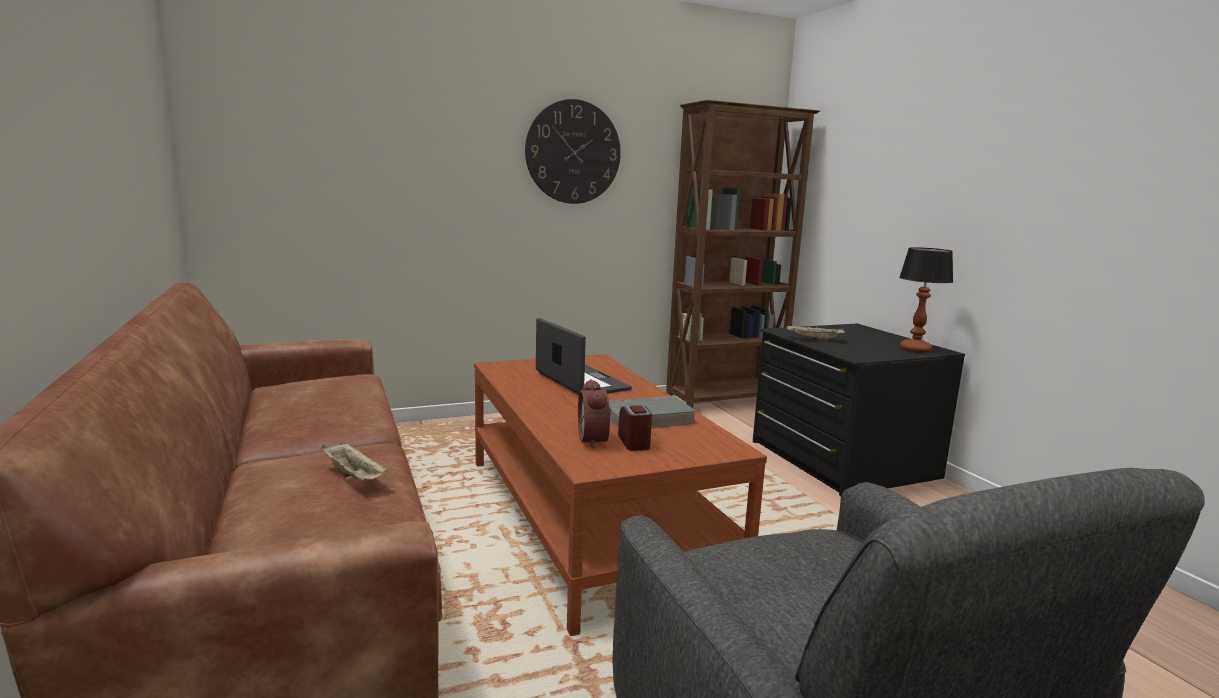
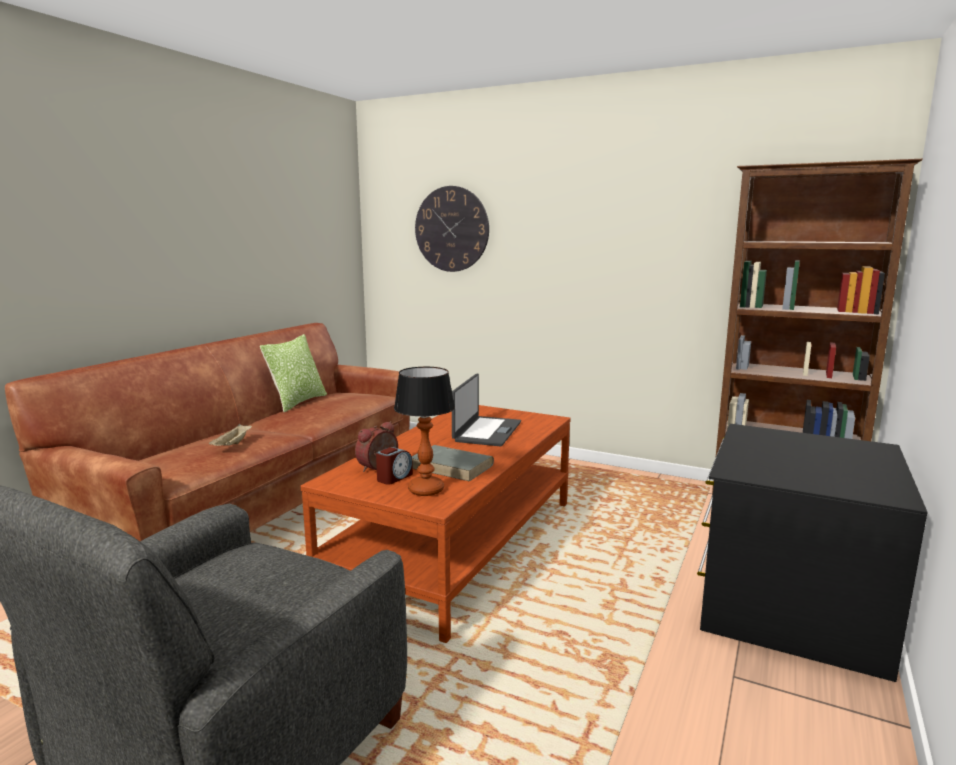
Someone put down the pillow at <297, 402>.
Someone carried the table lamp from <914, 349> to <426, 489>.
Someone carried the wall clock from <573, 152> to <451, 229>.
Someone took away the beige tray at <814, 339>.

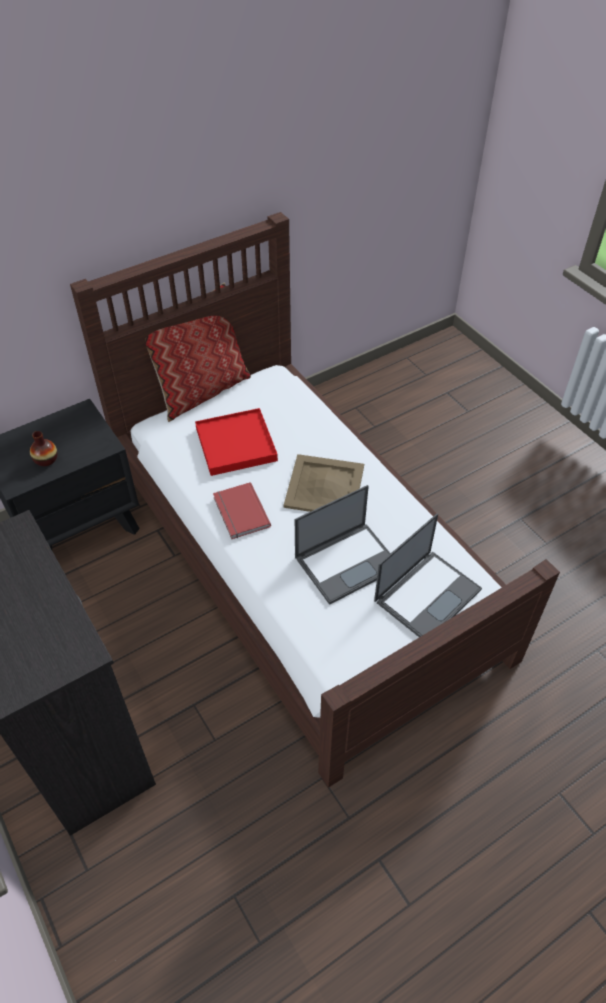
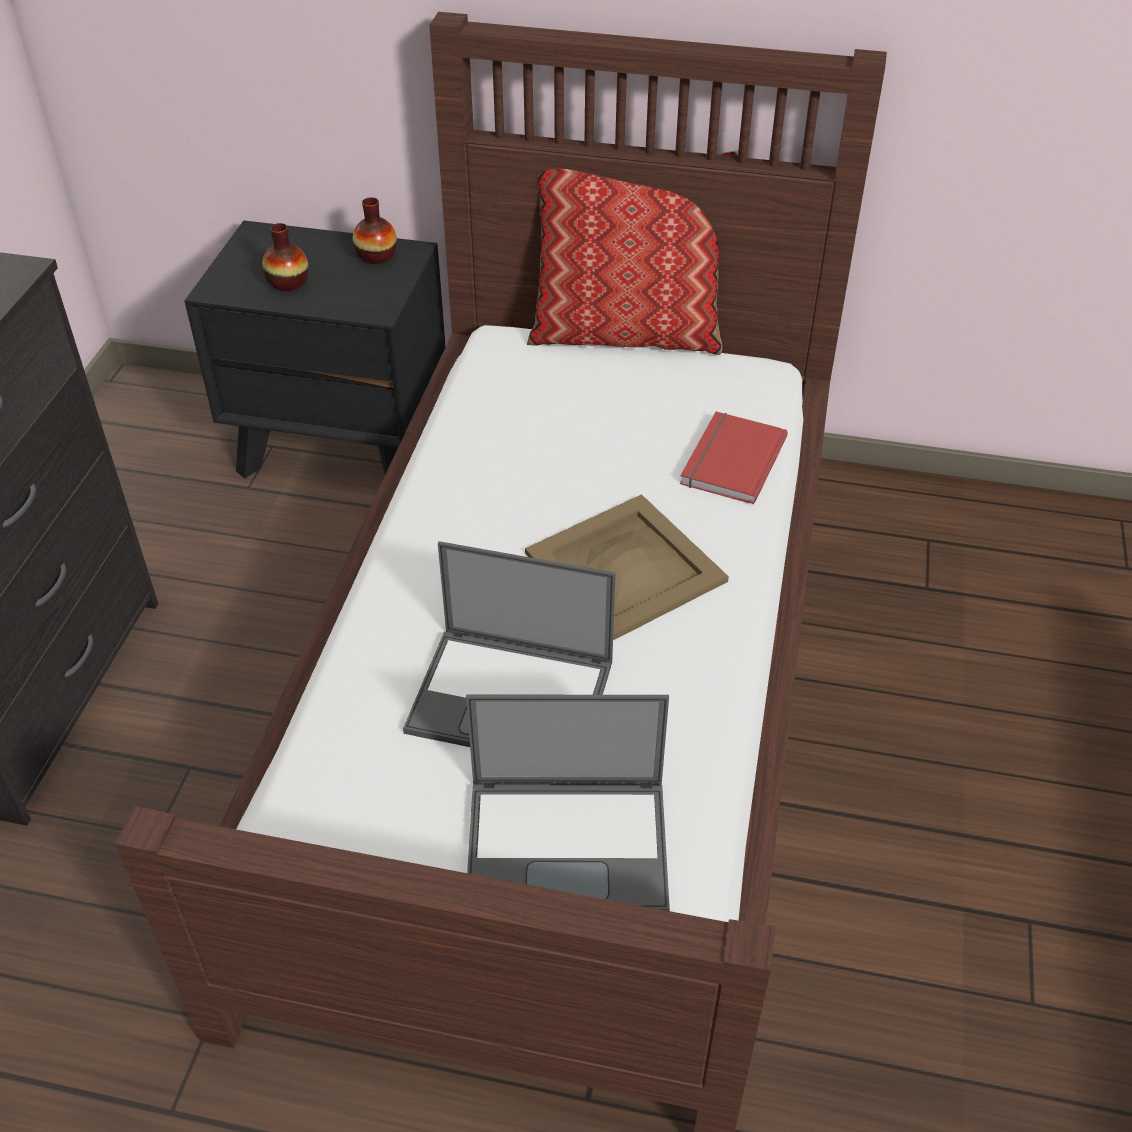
Someone put down the vase at <376, 256>.
Someone carried the red book from <239, 513> to <730, 460>.
Someone took away the red tray at <236, 444>.

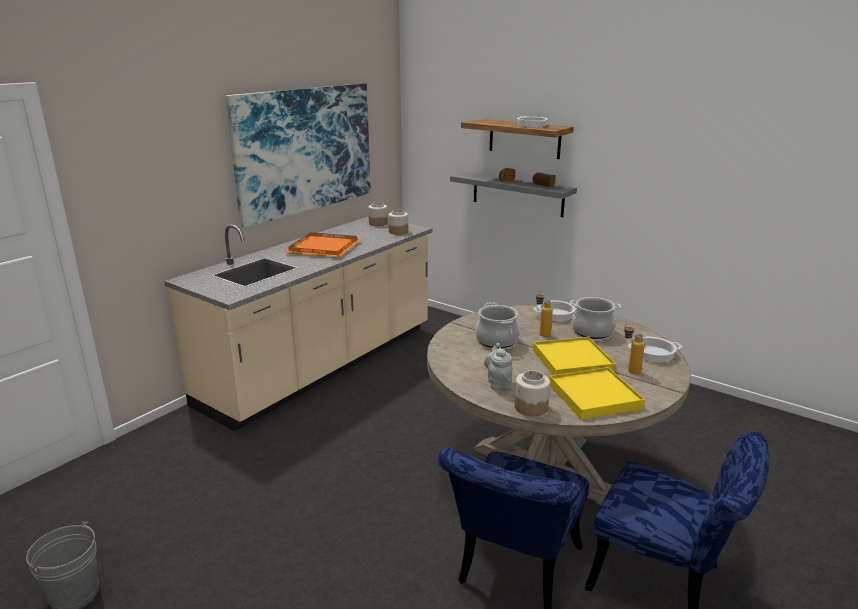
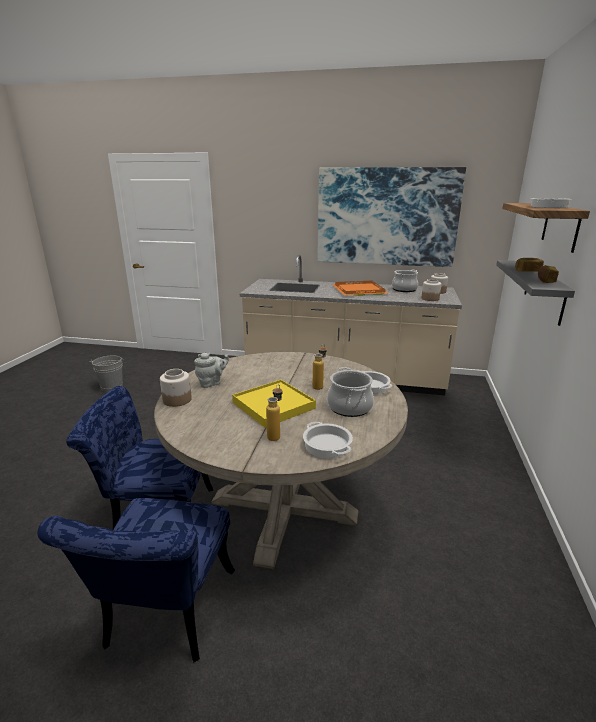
Someone carried the cooking pot from <496, 340> to <404, 289>.
Someone took away the yellow tray at <594, 396>.

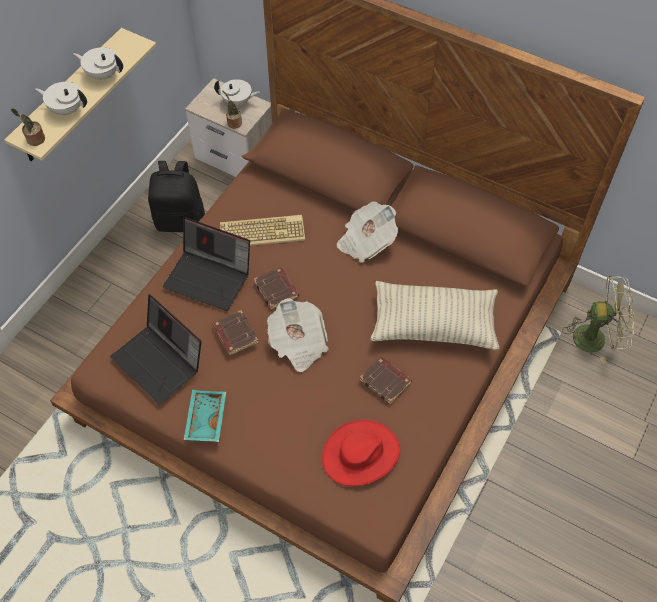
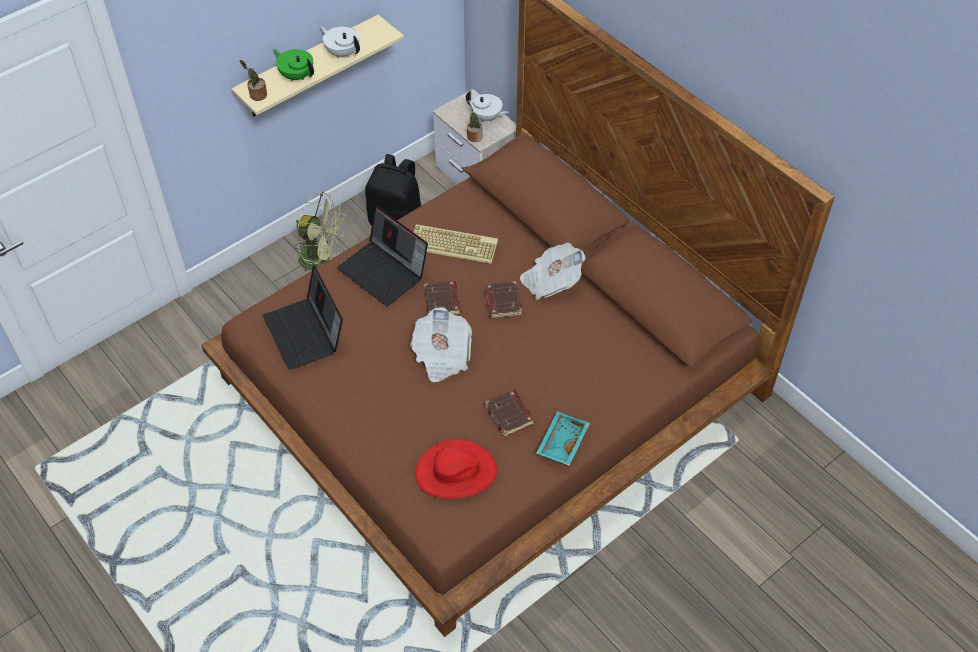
Someone repainted the white teapot at <66, 109>, which became the green teapot at <296, 75>.
Someone carried the green fan from <596, 337> to <321, 260>.
Someone carried the brown book from <234, 335> to <502, 302>.
Someone carried the turquoise tray from <205, 419> to <561, 442>.
Someone took away the pillow at <433, 324>.

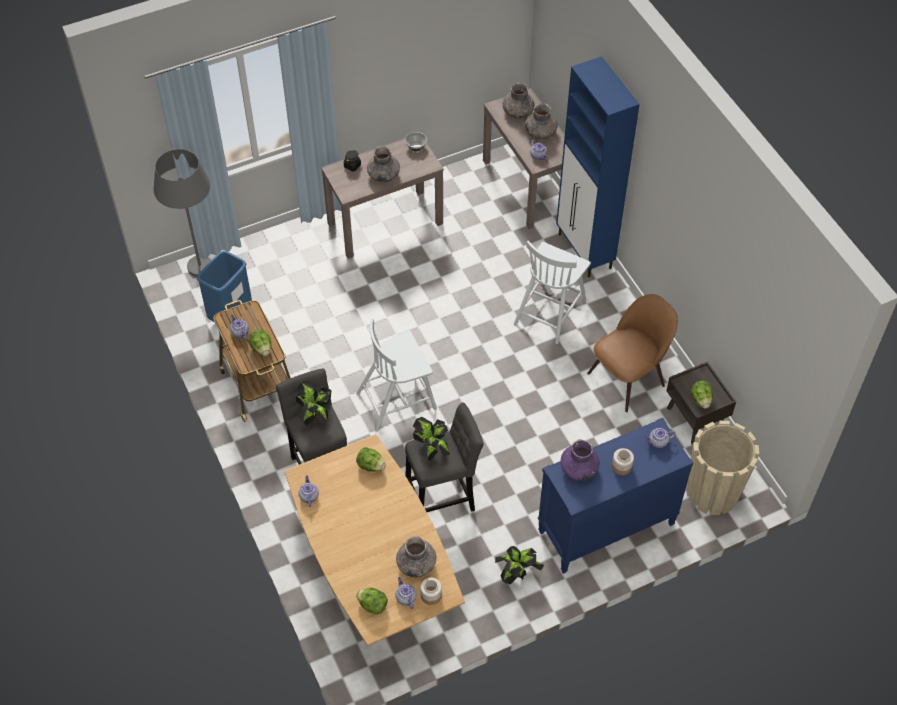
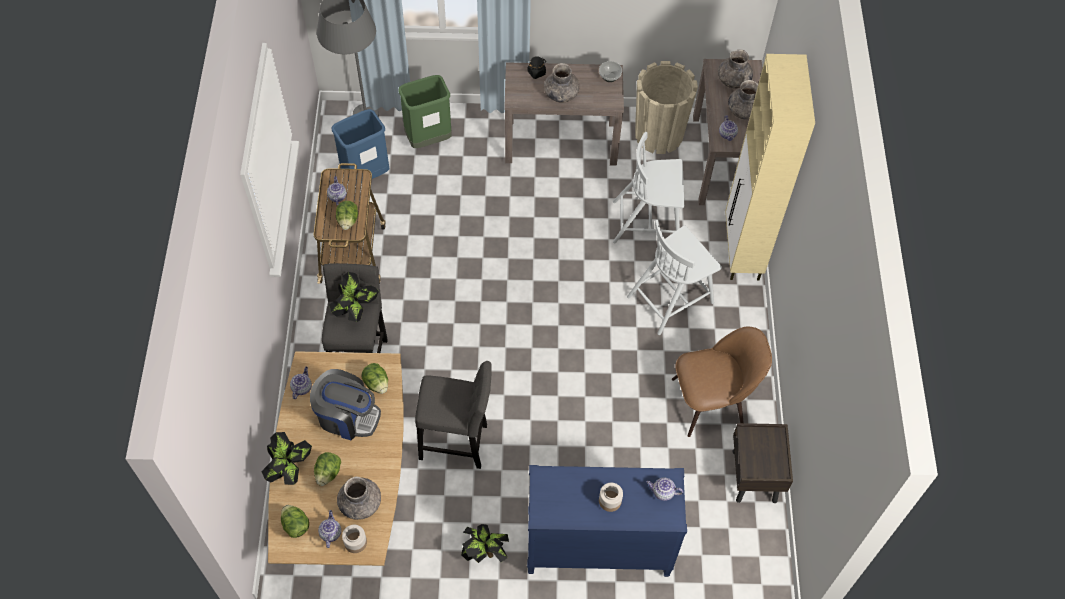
Someone carried the potted plant from <432, 450> to <290, 469>.
Someone put down the coffee machine at <347, 416>.
Someone carried the lettuce from <701, 400> to <328, 473>.
Someone put down the green trash can at <428, 139>.
Someone carried the white chair from <397, 400> to <648, 223>.
Someone carried the beige planter from <712, 492> to <658, 135>.
Someone repainted the blue cabinet at <585, 252>, which became the beige cabinet at <742, 251>.
Someone took away the purple vase at <578, 468>.

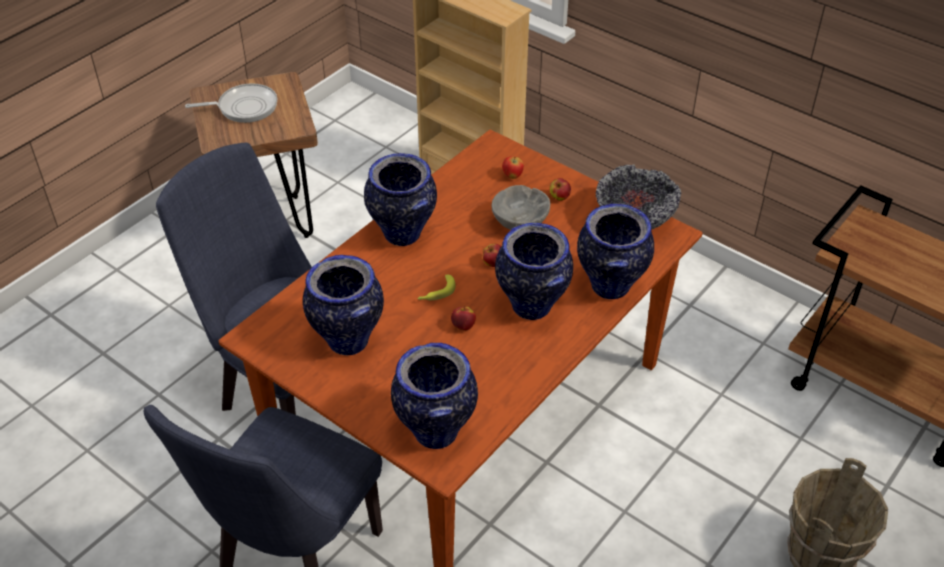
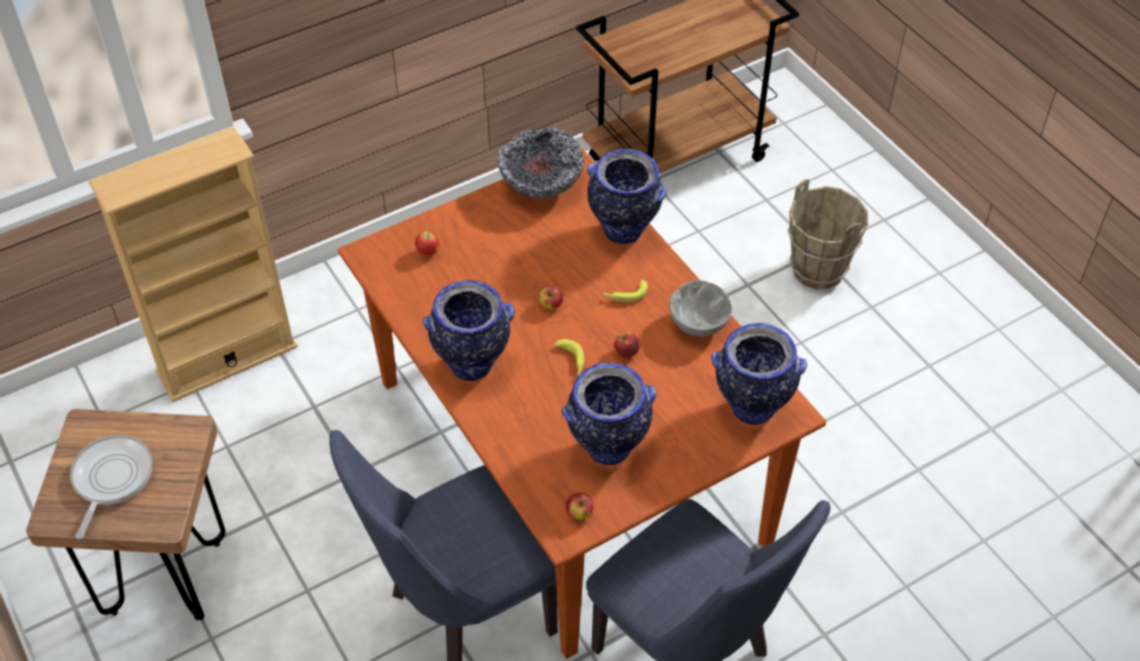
Someone carried the apple from <559, 197> to <579, 513>.
Someone swapped the vase at <532, 307> for the banana at <624, 294>.
Someone carried the grey bowl from <520, 222> to <697, 323>.

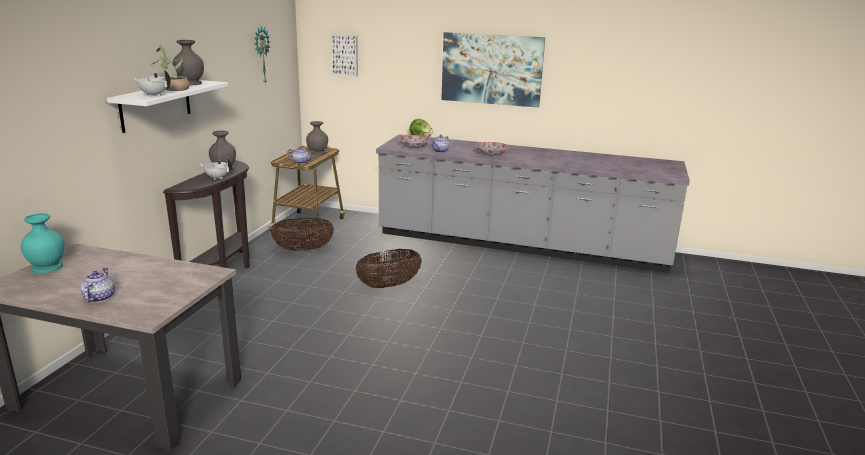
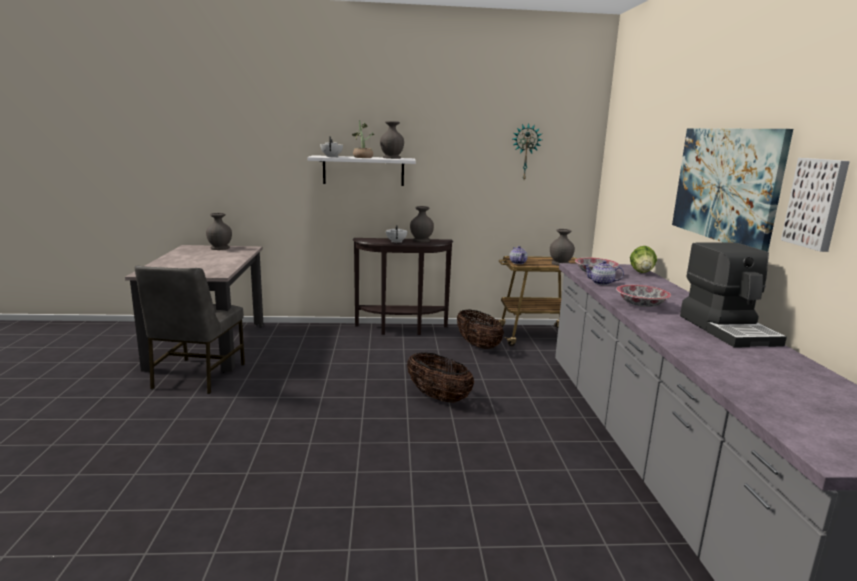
Someone put down the grey chair at <197, 376>.
Someone repainted the turquoise vase at <47, 267>, which became the grey vase at <220, 248>.
Someone put down the coffee machine at <728, 329>.
Someone carried the picture from <345, 55> to <817, 203>.
Someone took away the teapot at <99, 298>.

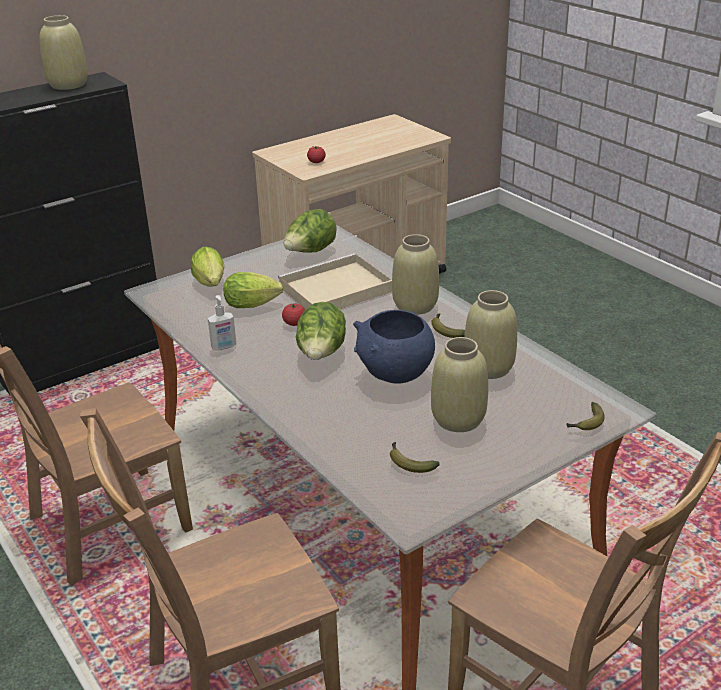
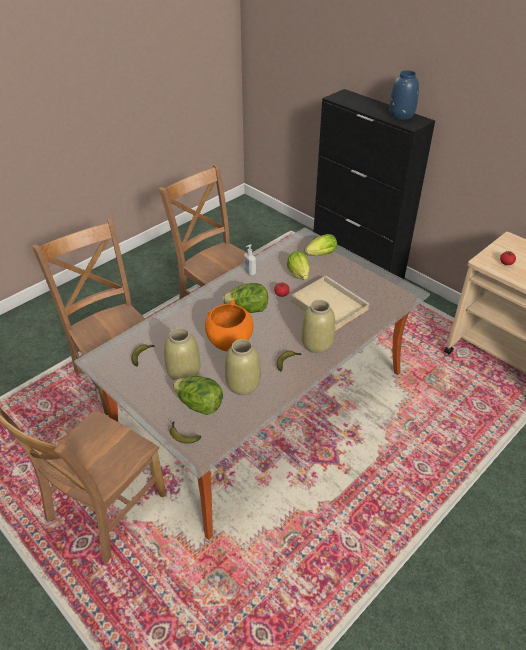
Someone carried the lettuce from <310, 252> to <199, 405>.
Someone repainted the blue bowl at <395, 375>, which became the orange bowl at <229, 342>.
Someone repainted the beige vase at <68, 85>, which became the blue vase at <401, 115>.

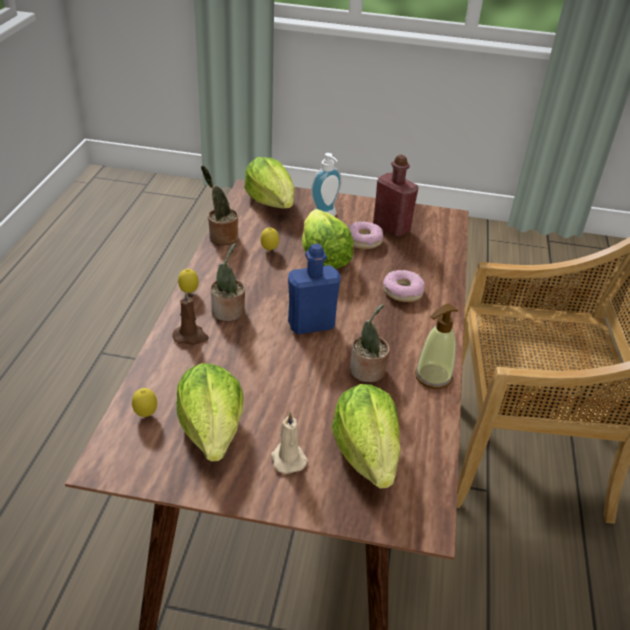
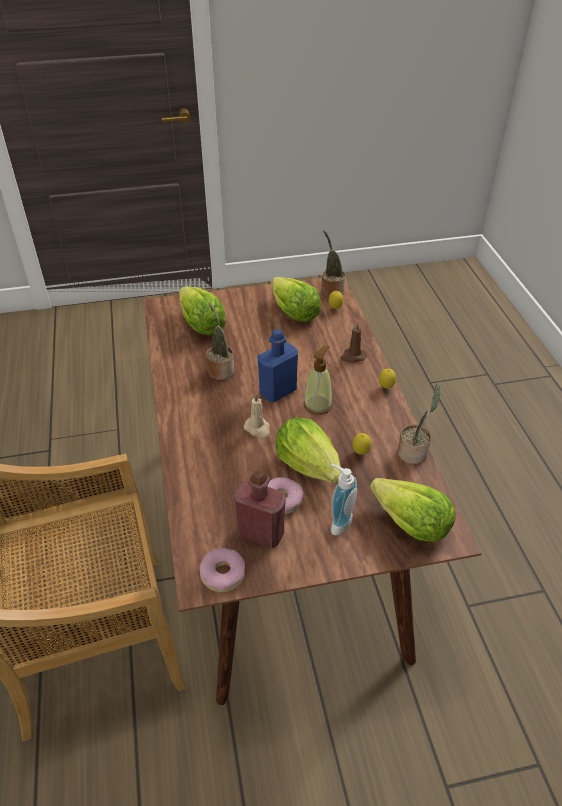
Someone carried the donut from <403, 291> to <222, 574>.
Someone carried the beige candle from <287, 458> to <258, 428>.
Someone carried the soap dispenser from <433, 377> to <318, 405>.
Someone carried the potted plant from <229, 312> to <331, 291>.

